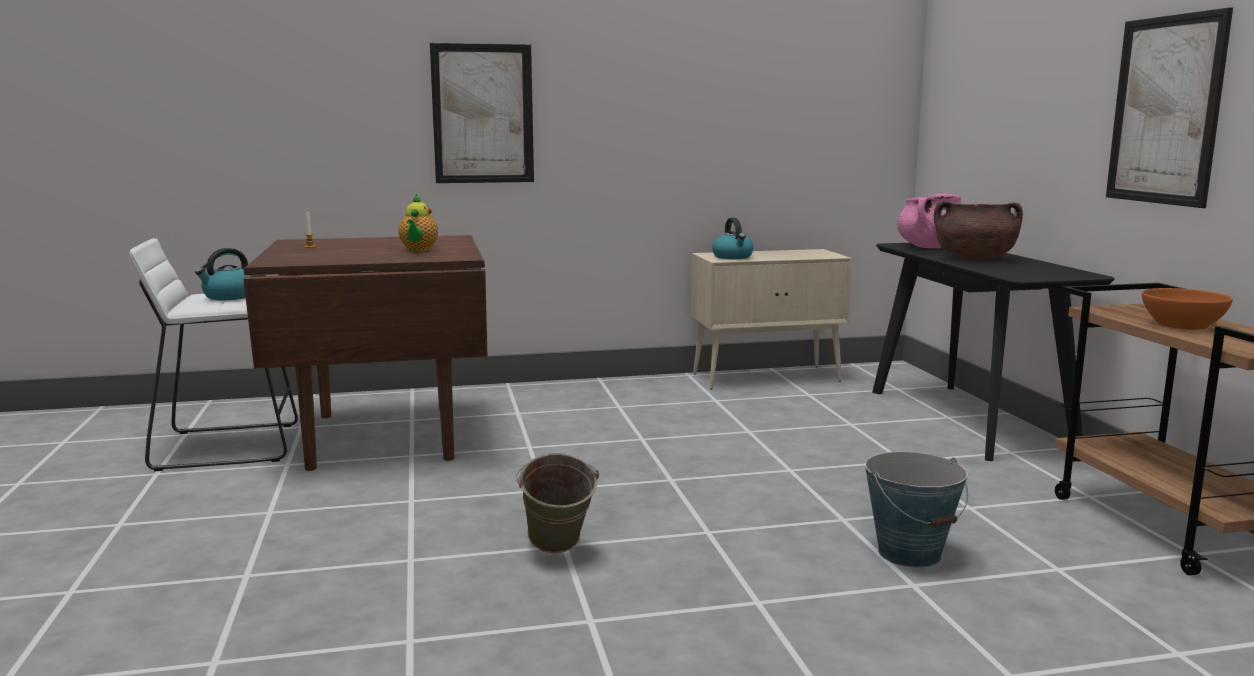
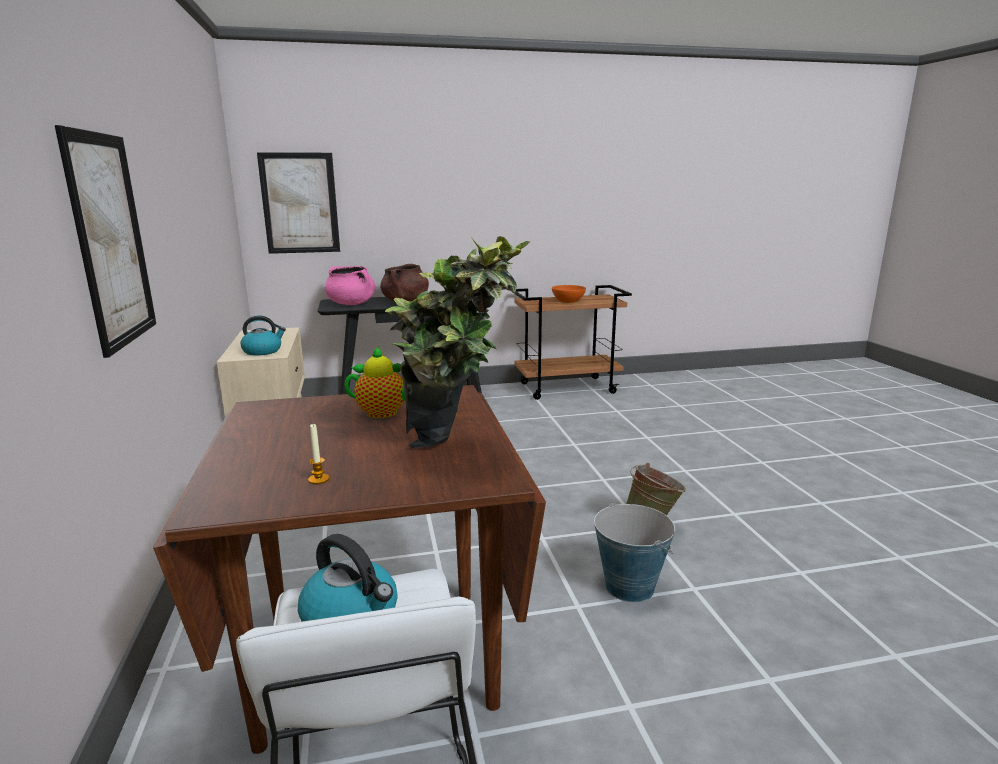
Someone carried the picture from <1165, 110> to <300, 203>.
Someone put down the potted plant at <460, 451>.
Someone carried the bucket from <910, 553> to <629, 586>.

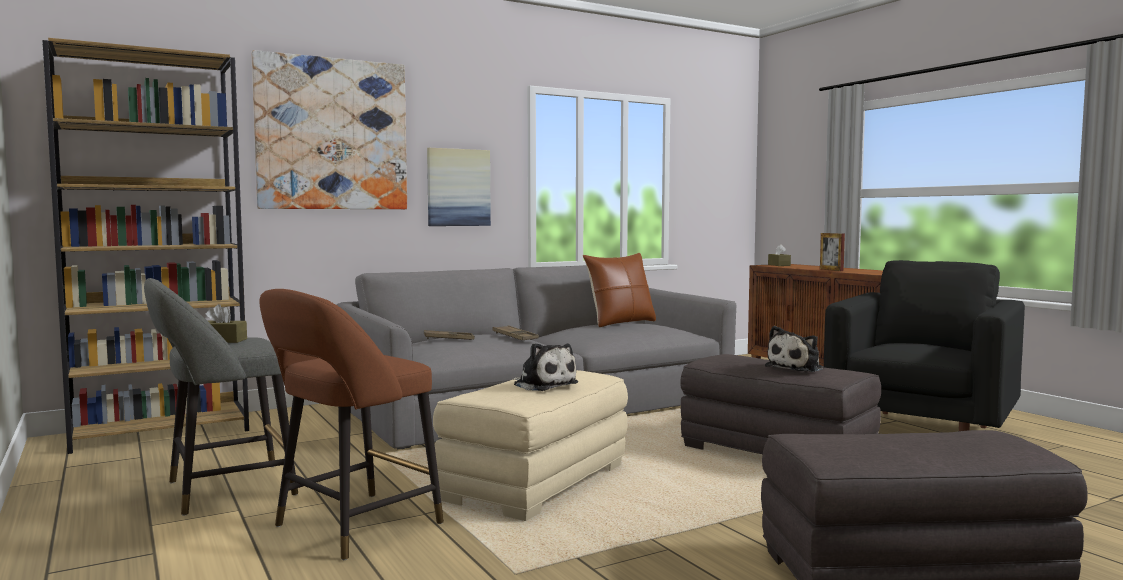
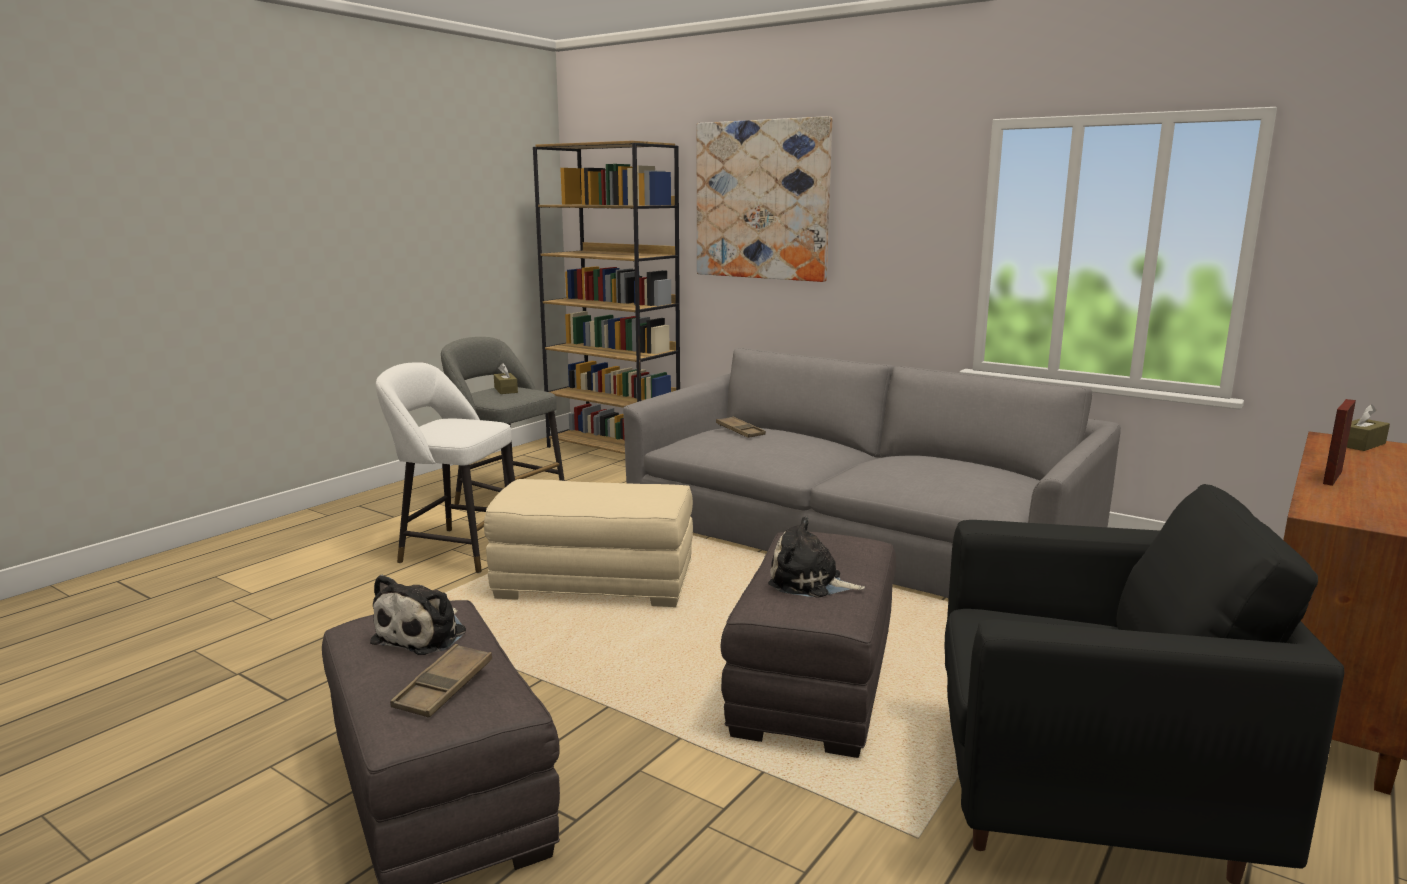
Someone carried the plush toy from <543, 384> to <424, 635>.
Someone repainted the brown stool at <351, 527>, which became the white stool at <456, 549>.
Someone carried the brown tray from <515, 337> to <444, 687>.
Someone took away the picture at <458, 187>.
Someone took away the brown pillow at <620, 323>.

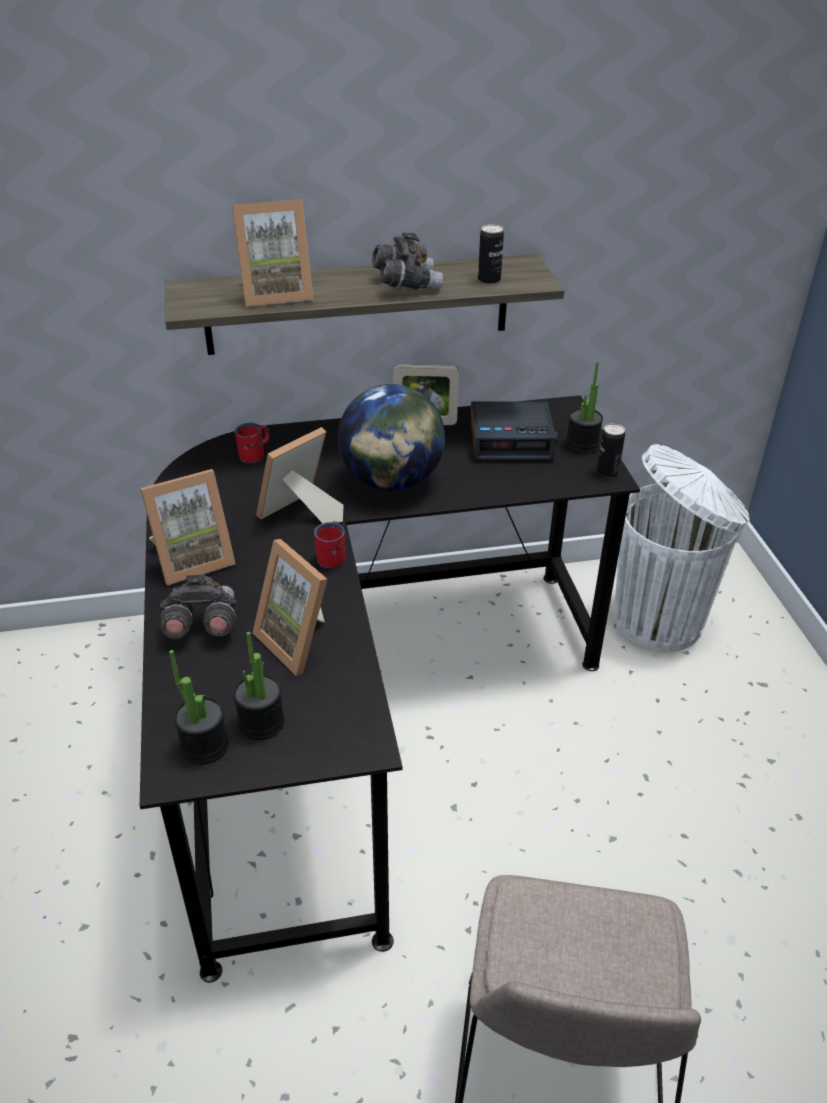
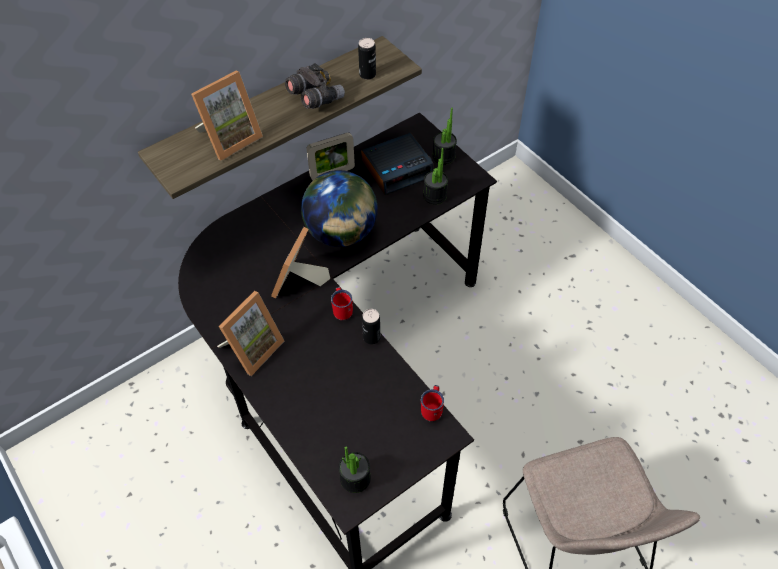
Someone carried the can from <607, 472> to <371, 337>.
Someone carried the red mug from <255, 455> to <433, 408>.
Someone carried the potted plant from <261, 722> to <435, 195>.
Someone took away the grey binoculars at <201, 625>.
Someone took away the picture frame at <300, 640>.
Someone took away the white trash can at <660, 620>.

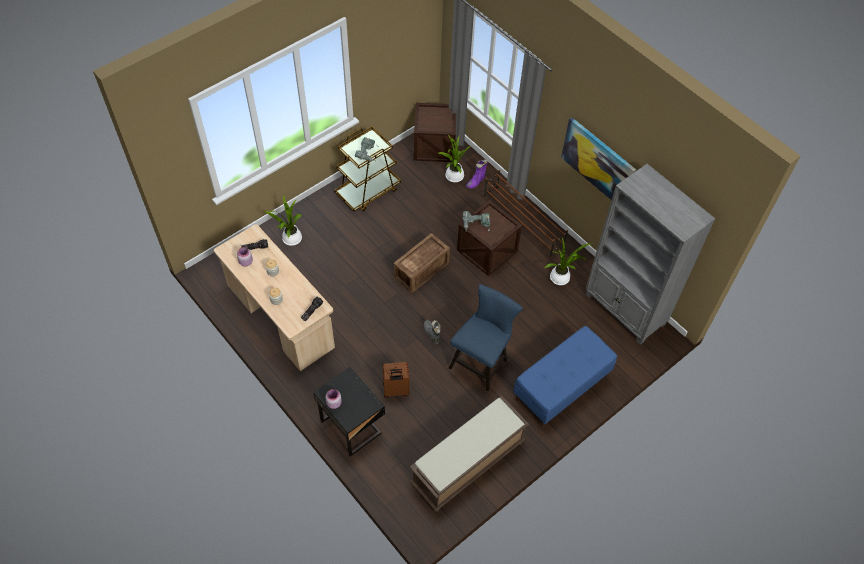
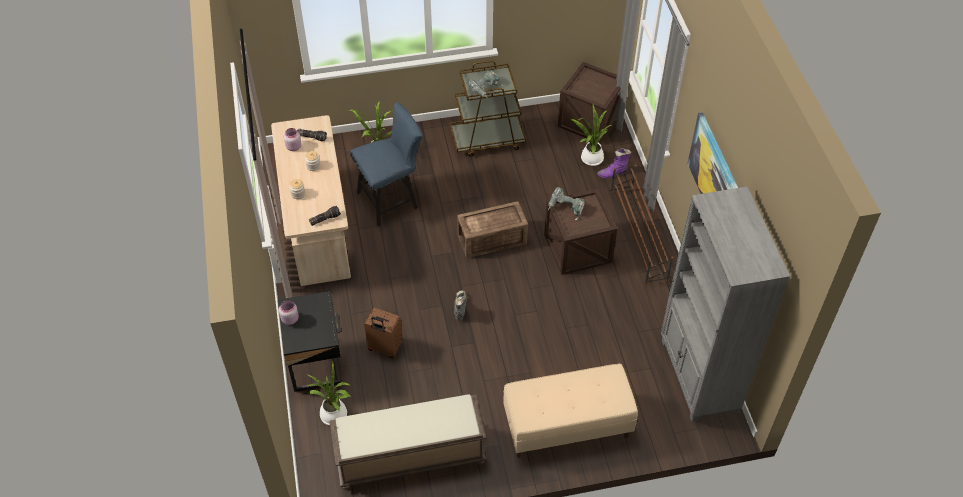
Someone carried the potted plant from <561, 278> to <335, 416>.
Someone carried the blue chair from <481, 361> to <391, 199>.
Someone repainted the blue bench at <561, 387>, which became the beige bench at <566, 426>.

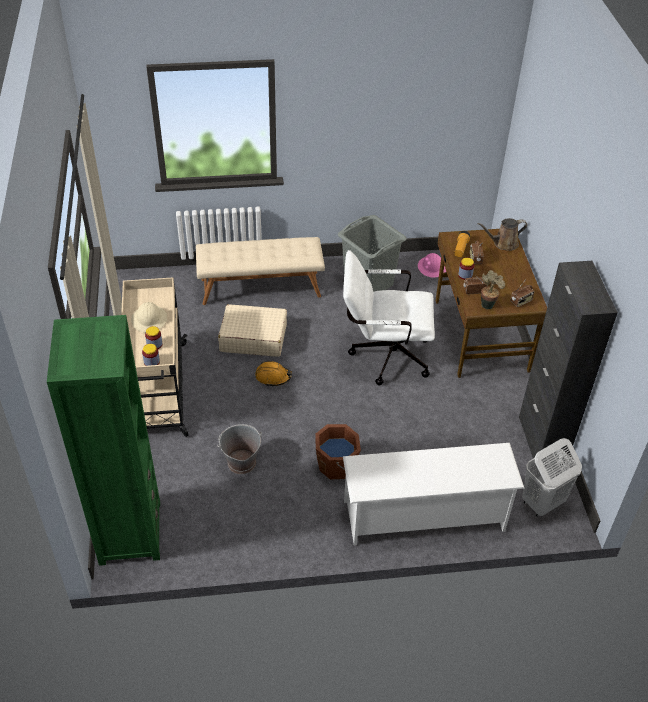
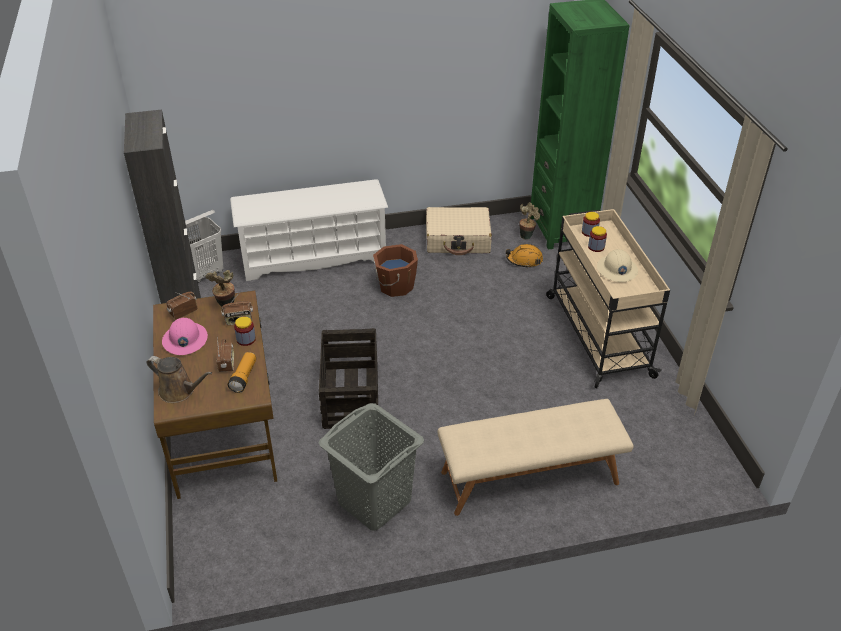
Someone rotated the brown watering can at <503, 243> by 45 degrees clockwise.
Someone carried the pink hard hat from <432, 267> to <185, 340>.
Someone swapped the white office chair at <383, 355> for the crate at <351, 396>.
Someone carried the beige suitcase from <253, 338> to <458, 239>.
Someone carried the orange hard hat from <273, 377> to <524, 260>.
Someone put down the potted plant at <527, 235>.
Someone took away the grey bucket at <241, 463>.

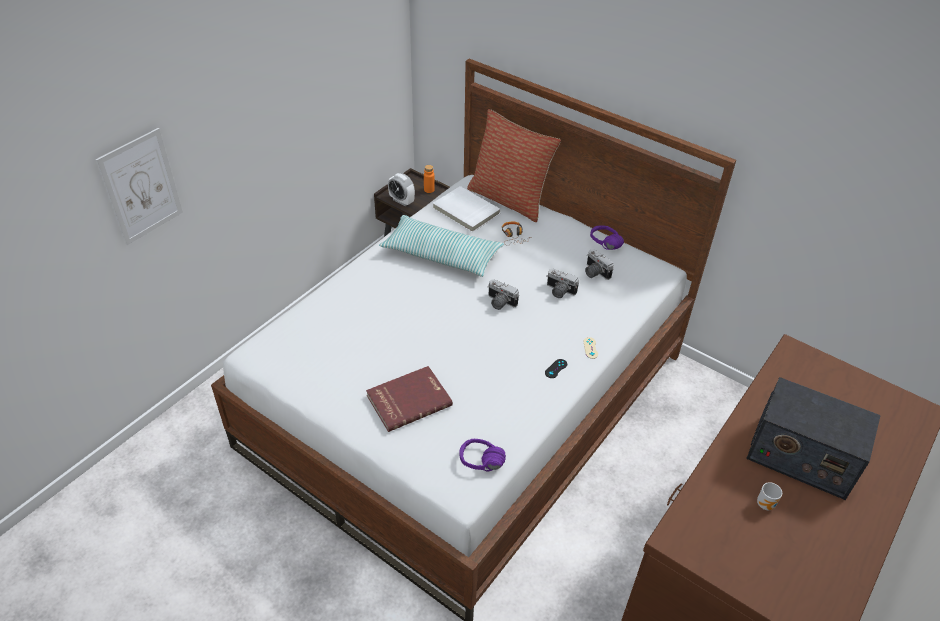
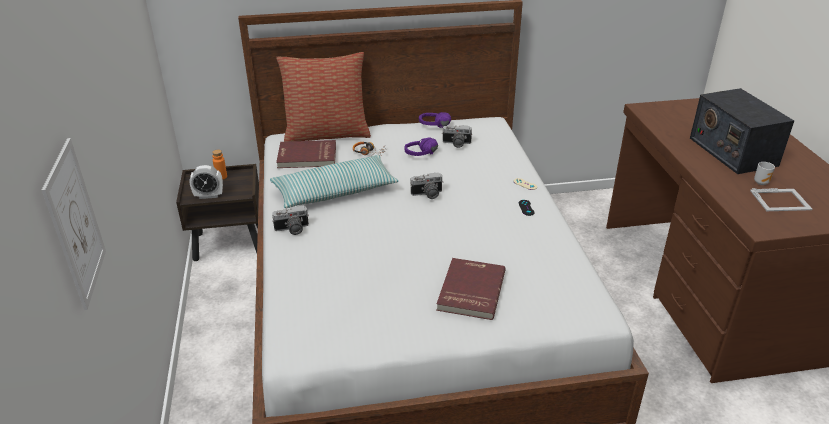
Someone carried the photo camera from <559, 291> to <292, 230>.
Someone repainted the white book at <465, 211>, which became the red book at <307, 157>.
Someone carried the purple headphones from <480, 466> to <424, 156>.
Someone rotated the radio at <801, 456> by 90 degrees clockwise.
Someone put down the picture frame at <781, 200>.

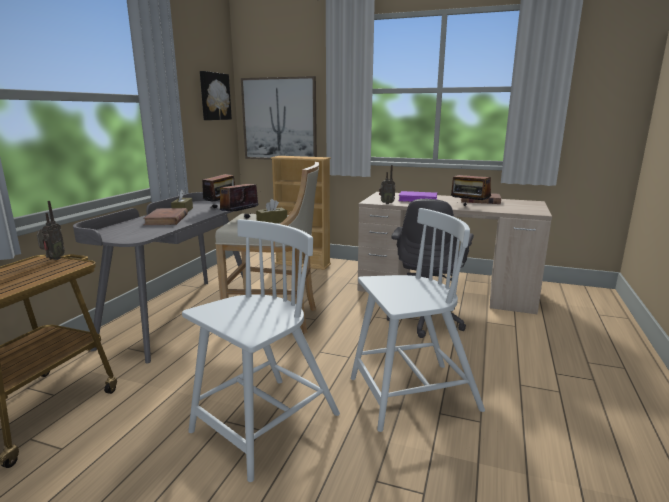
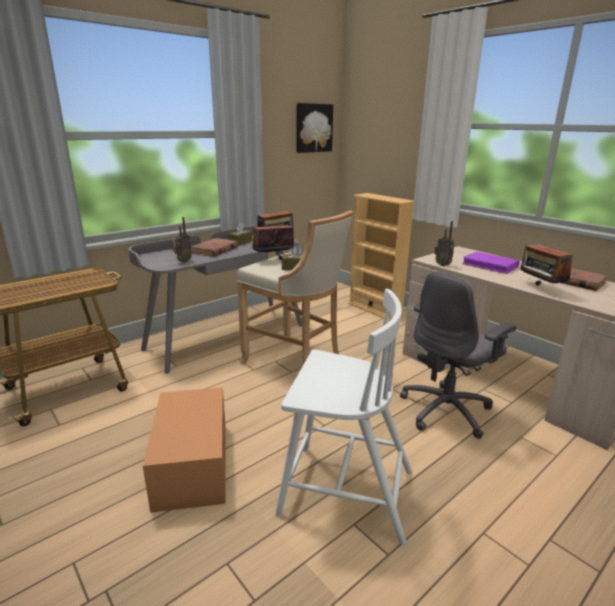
Someone swapped the white chair at <264, 425> for the cardboard box at <192, 464>.
Someone carried the radio from <53, 259> to <182, 261>.
Someone took away the picture at <279, 119>.

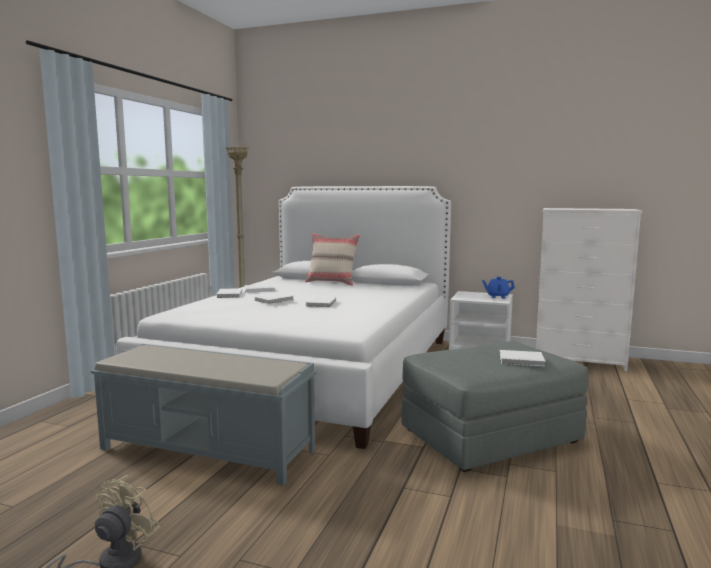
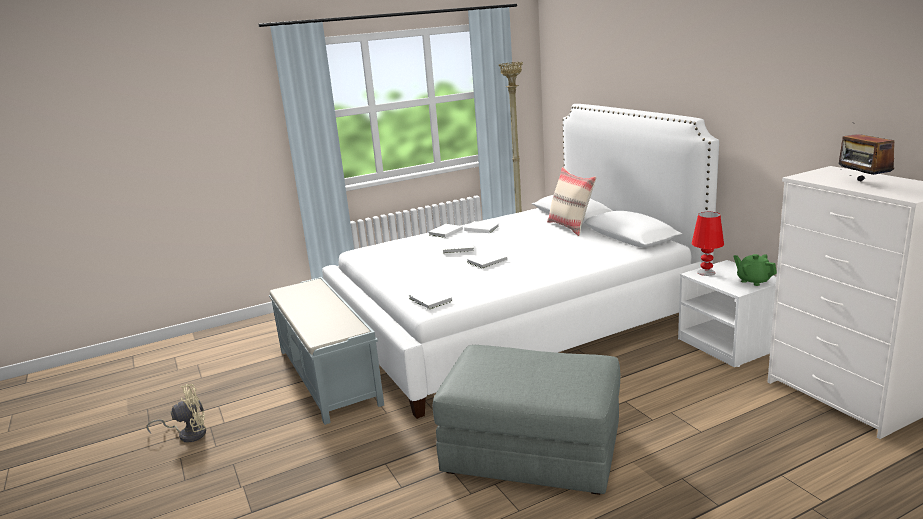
Someone carried the white book from <522, 360> to <430, 300>.
Someone put down the red table lamp at <706, 272>.
Someone repainted the blue teapot at <497, 296>, which became the green teapot at <753, 281>.
Someone put down the radio at <862, 184>.

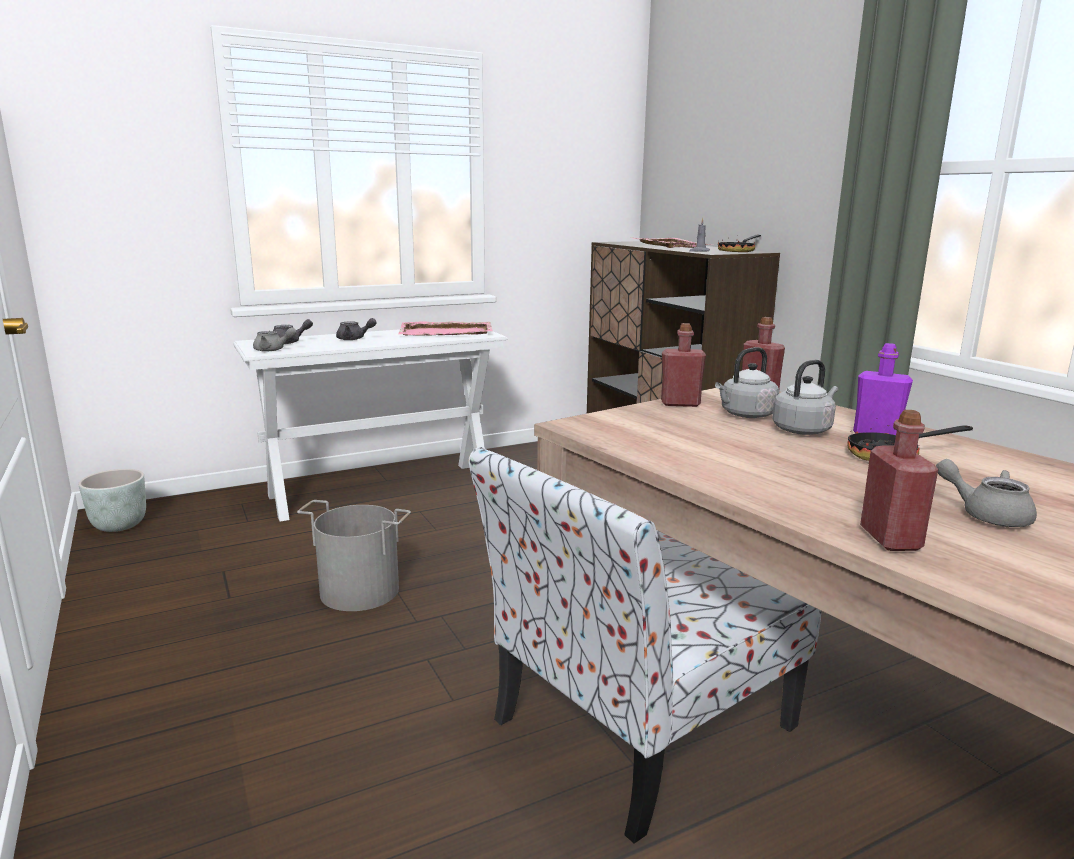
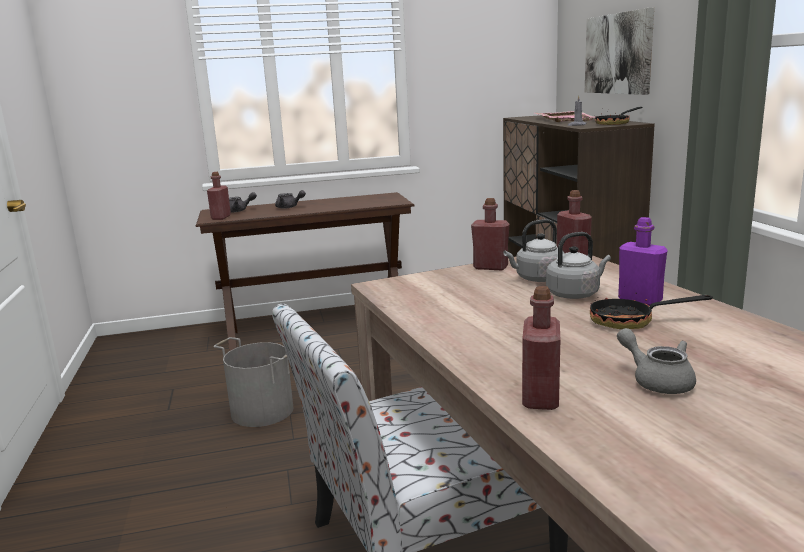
Someone repainted the white console table at <382, 490>, which became the brown console table at <317, 329>.
Someone swapped the grey teapot at <273, 350> for the red bottle at <221, 217>.
Someone put up the picture at <619, 53>.
Someone took away the grey planter at <120, 525>.
Someone took away the pink tray at <447, 332>.

